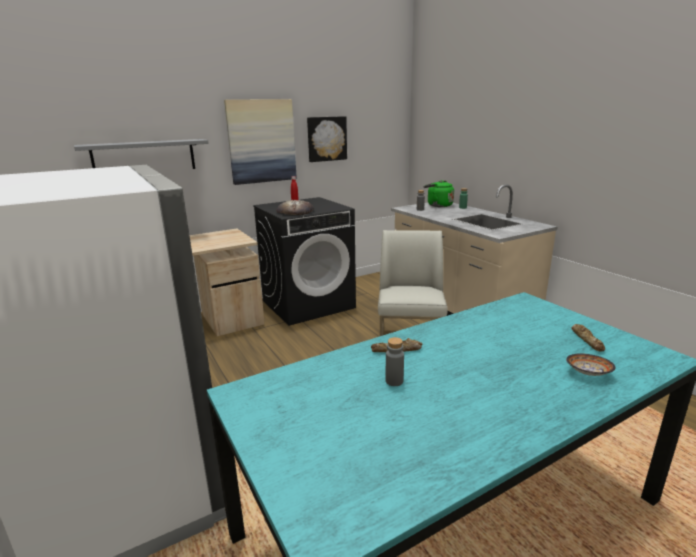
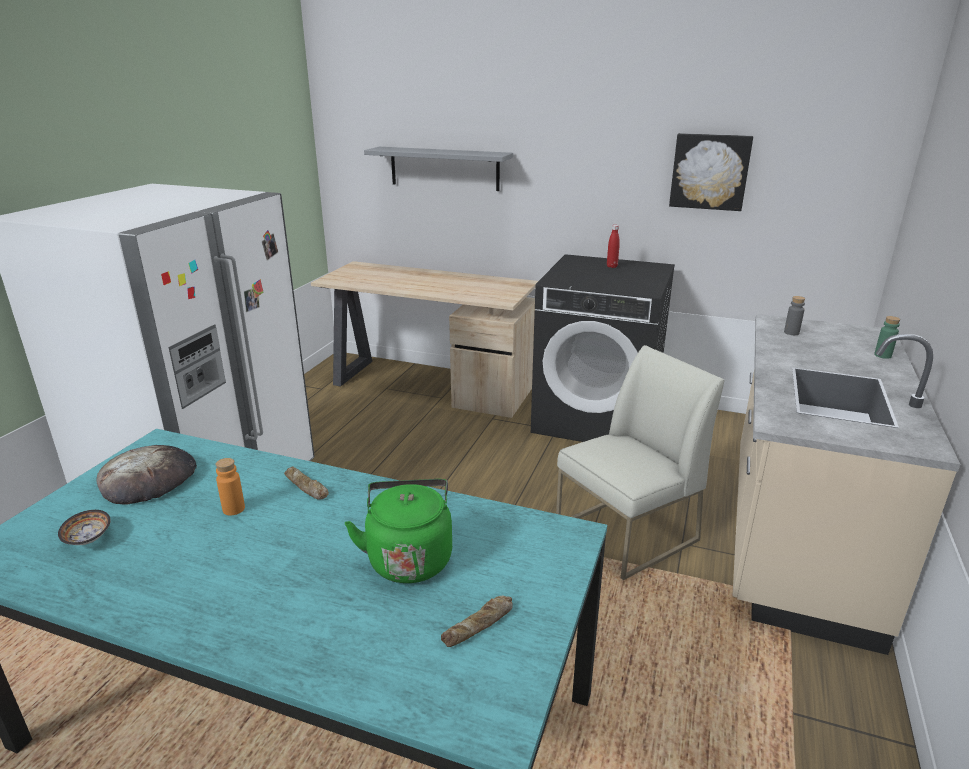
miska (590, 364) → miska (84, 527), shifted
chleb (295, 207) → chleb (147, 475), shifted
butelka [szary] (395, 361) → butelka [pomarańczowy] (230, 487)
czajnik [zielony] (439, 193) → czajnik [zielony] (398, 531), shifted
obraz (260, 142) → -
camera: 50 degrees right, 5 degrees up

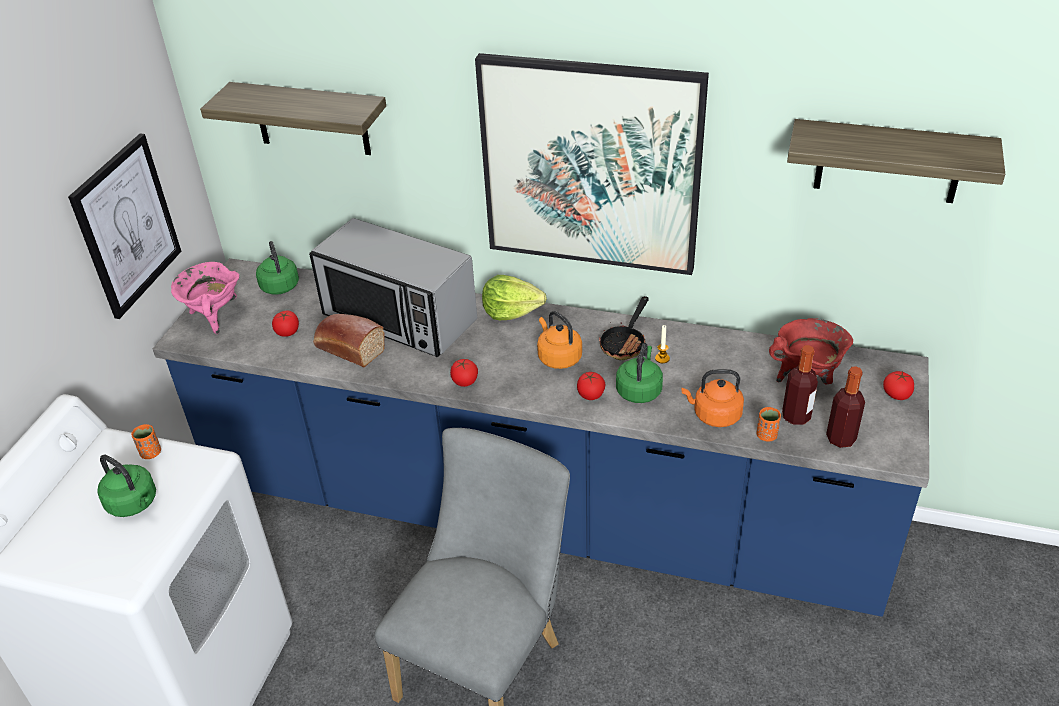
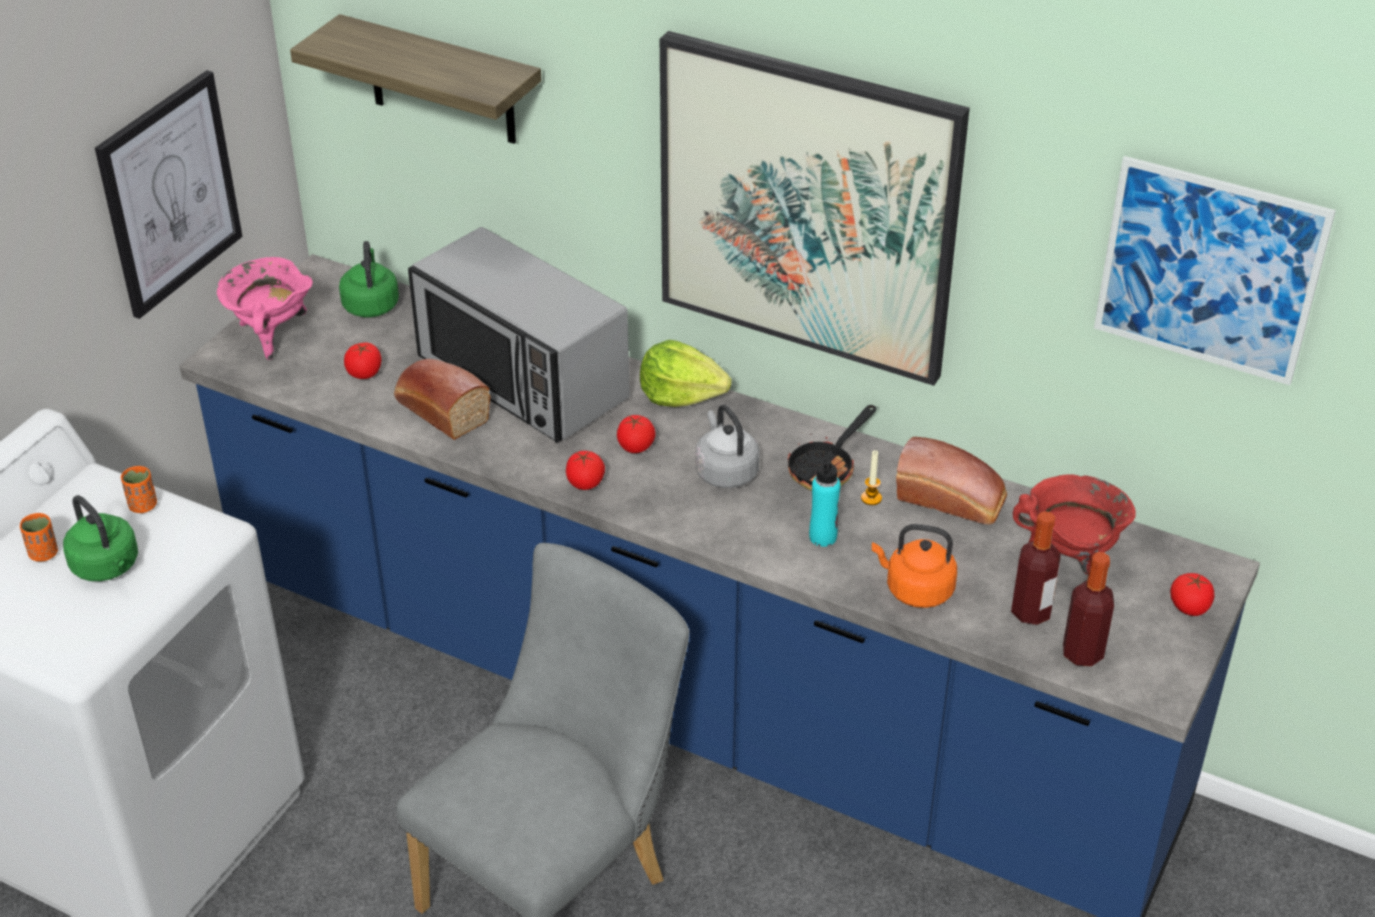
filiżanka [pomarańczowy] (769, 424) → filiżanka [pomarańczowy] (39, 537), shifted
pomidor (591, 386) → pomidor (636, 434), shifted
czajnik [pomarańczowy] (559, 340) → czajnik [szary] (727, 446)
czajnik [zielony] (639, 373) → butelka [turkusowy] (825, 499)
- → chleb (951, 481)
półka (896, 161) → obraz (1215, 270)
camera: 10 degrees right, 0 degrees up

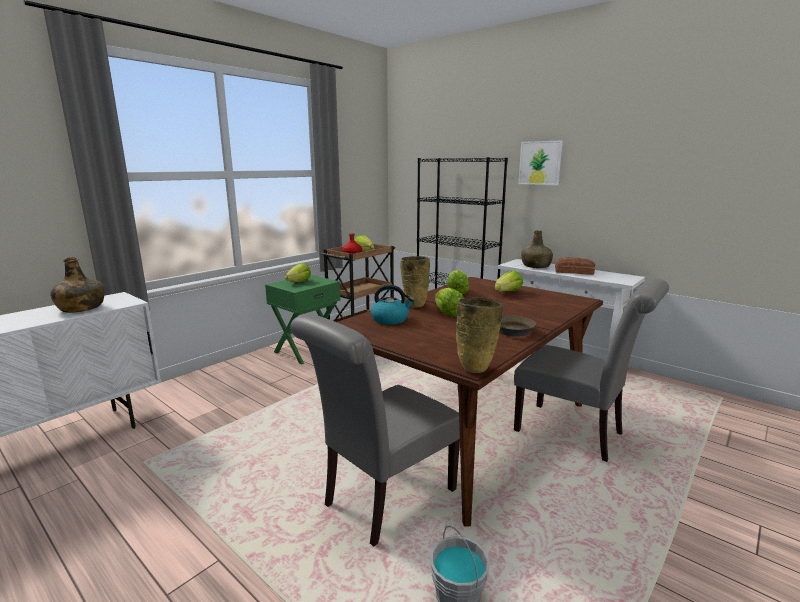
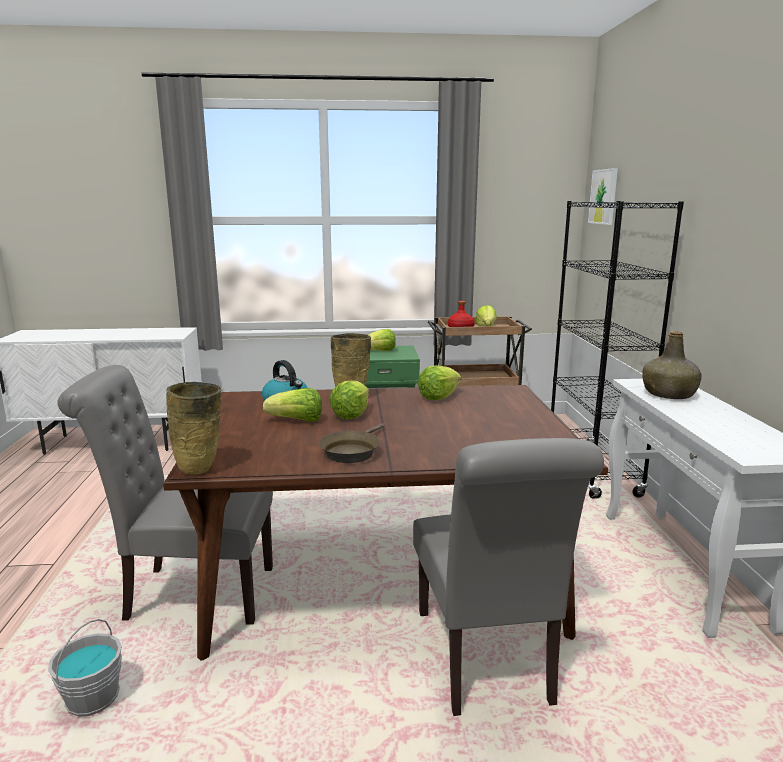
sałata (509, 280) → sałata (292, 405), shifted
obraz (540, 163) → obraz (603, 196), shifted
butelka [zielony] (78, 285) → -
chleb (575, 266) → -
camera: 45 degrees right, 0 degrees up

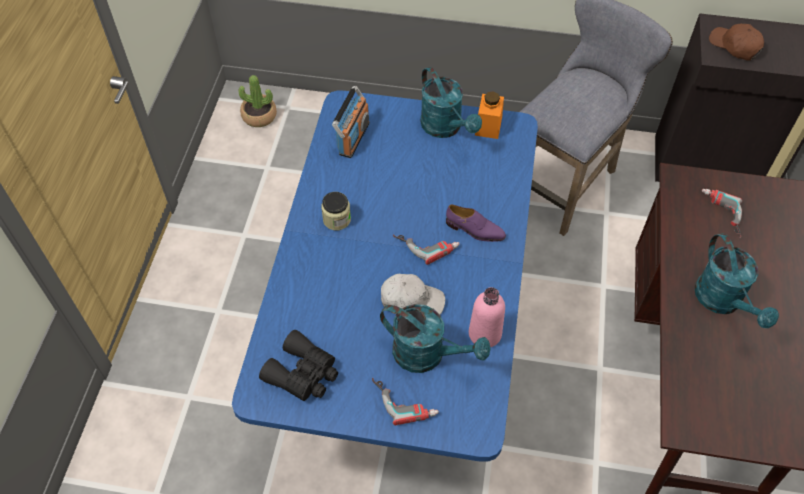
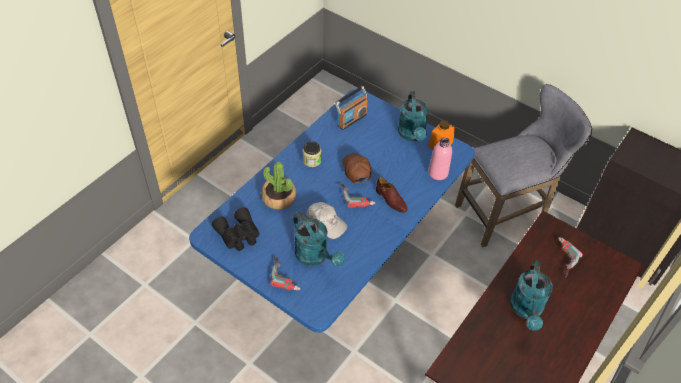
roślina doniczkowa (258, 101) → roślina doniczkowa (278, 186), shifted
czapka z daszkiem [brązowy] (736, 42) → czapka z daszkiem [brązowy] (357, 168), shifted
but [fioletowy] (476, 223) → but [brązowy] (392, 195)
butelka [różowy] (487, 317) → butelka [różowy] (440, 158), shifted
camera: 25 degrees right, 5 degrees down

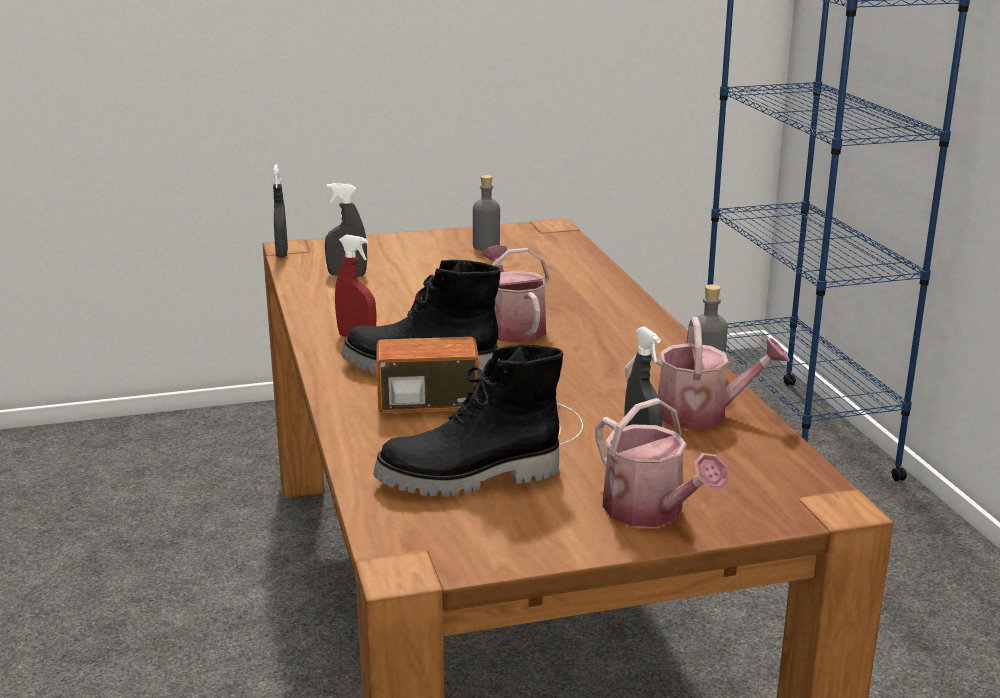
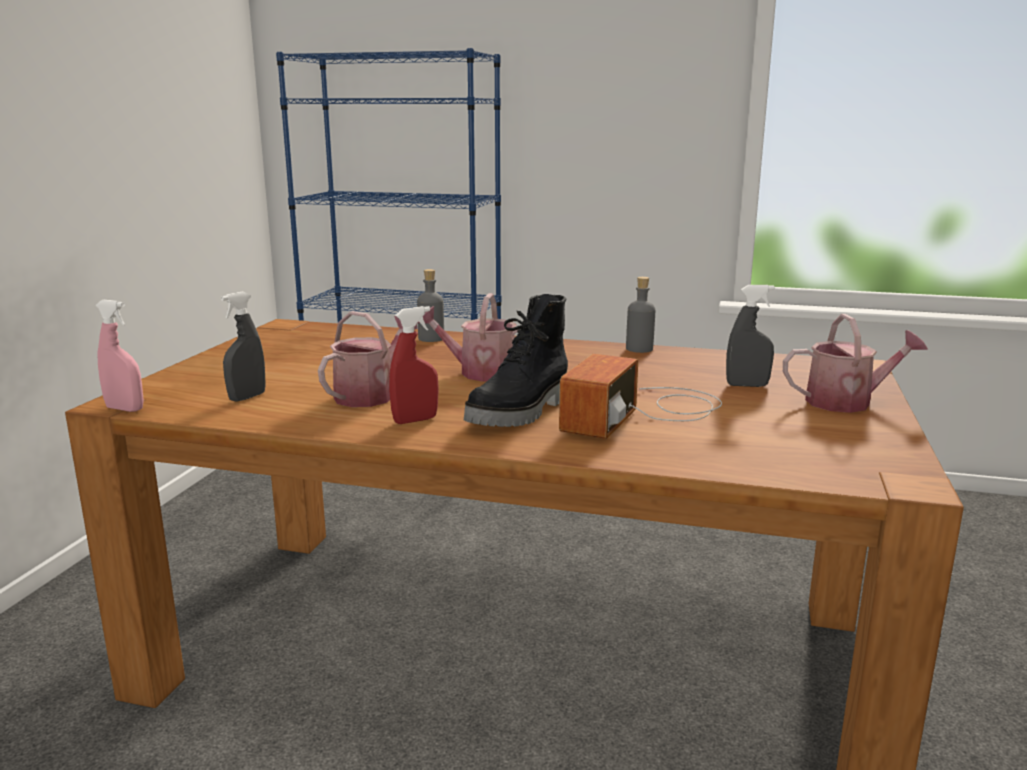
spryskiwacz [szary] (280, 211) → spryskiwacz [różowy] (120, 356)
konewka (707, 373) → konewka (368, 359), shifted
butelka [szary] (486, 213) → butelka [szary] (430, 305), shifted
but z cholewką [czarny] (468, 421) → -
camera: 60 degrees left, 5 degrees down

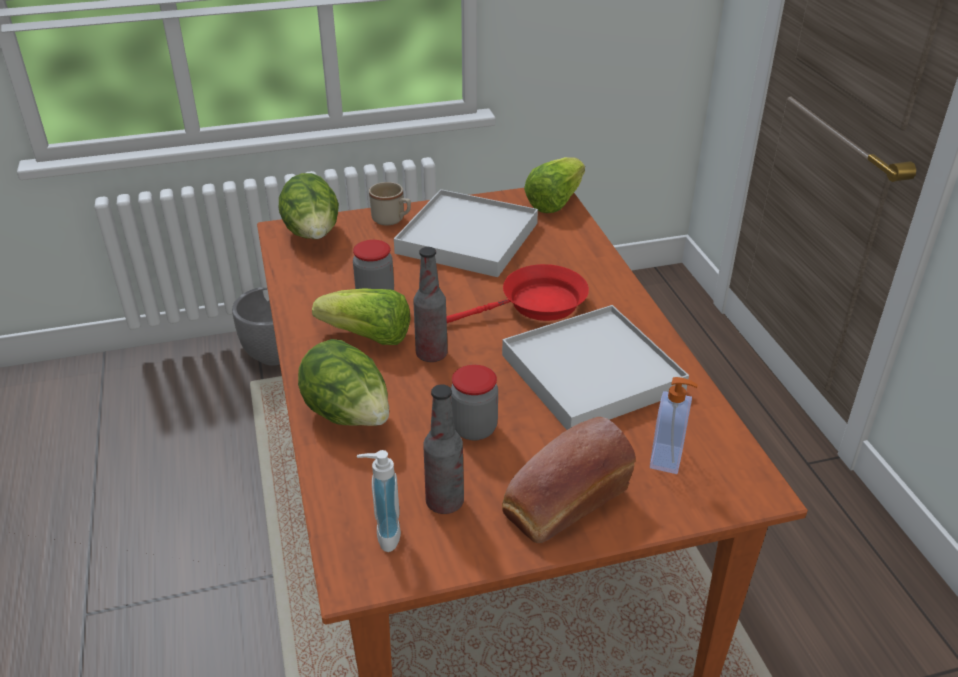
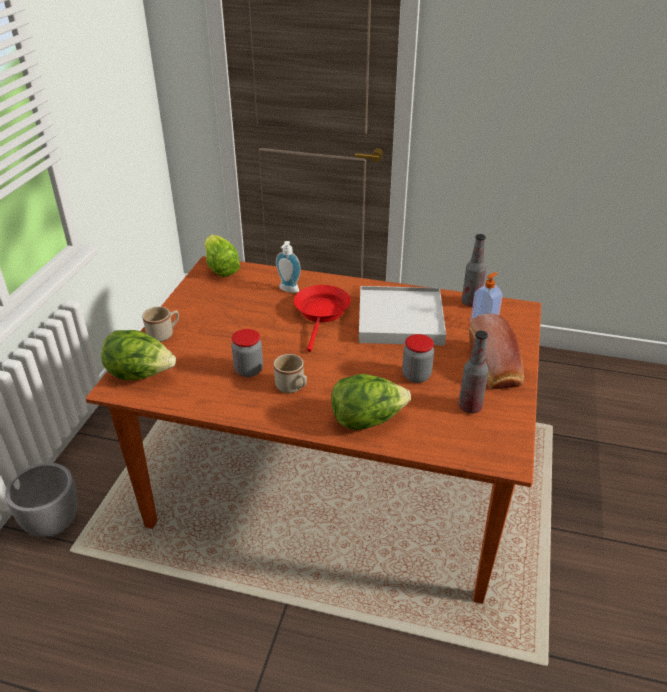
sałata (361, 316) → kubek [beżowy] (290, 373)
dozownik mydła (379, 501) → dozownik mydła (288, 267), shifted
butelka (430, 304) → butelka (474, 270), shifted
taca [biały] (466, 233) → -
camera: 60 degrees left, 0 degrees up

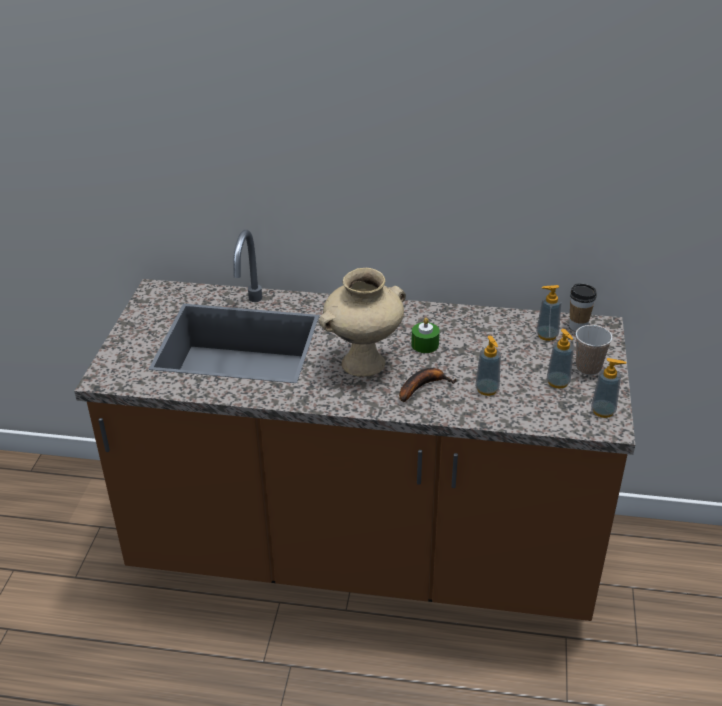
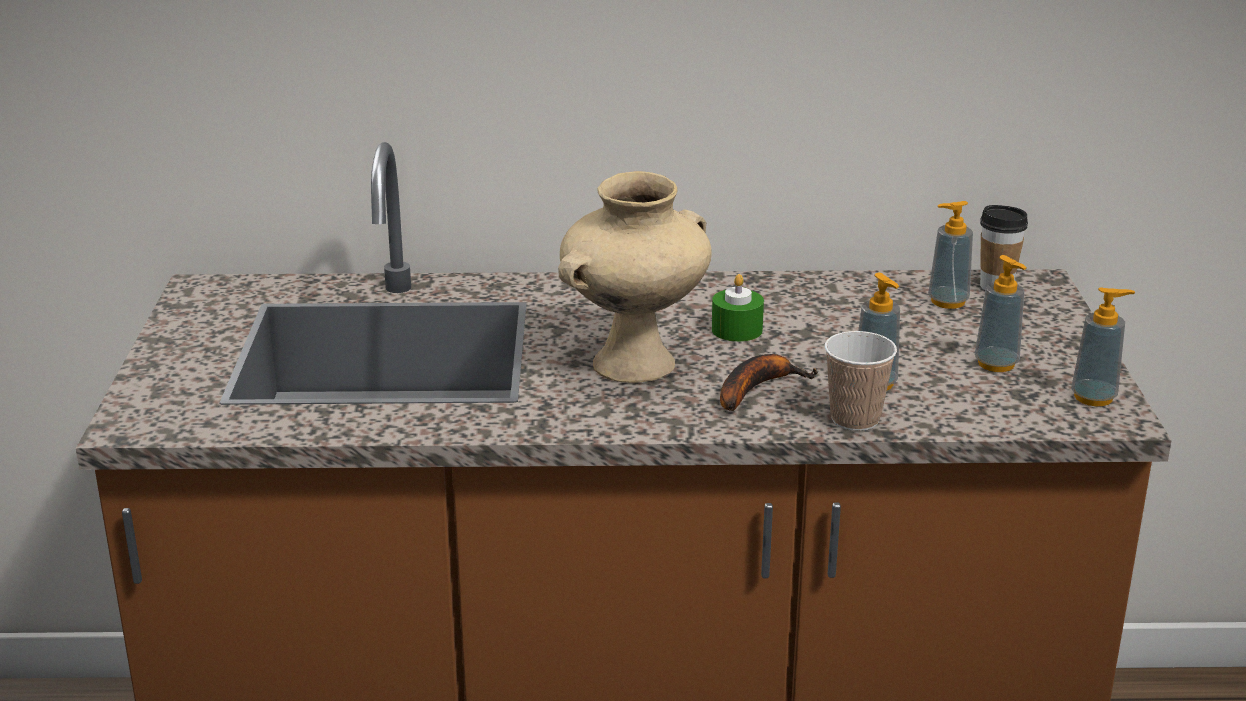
filiżanka (594, 350) → filiżanka (860, 381), shifted
camera: 10 degrees left, 10 degrees down

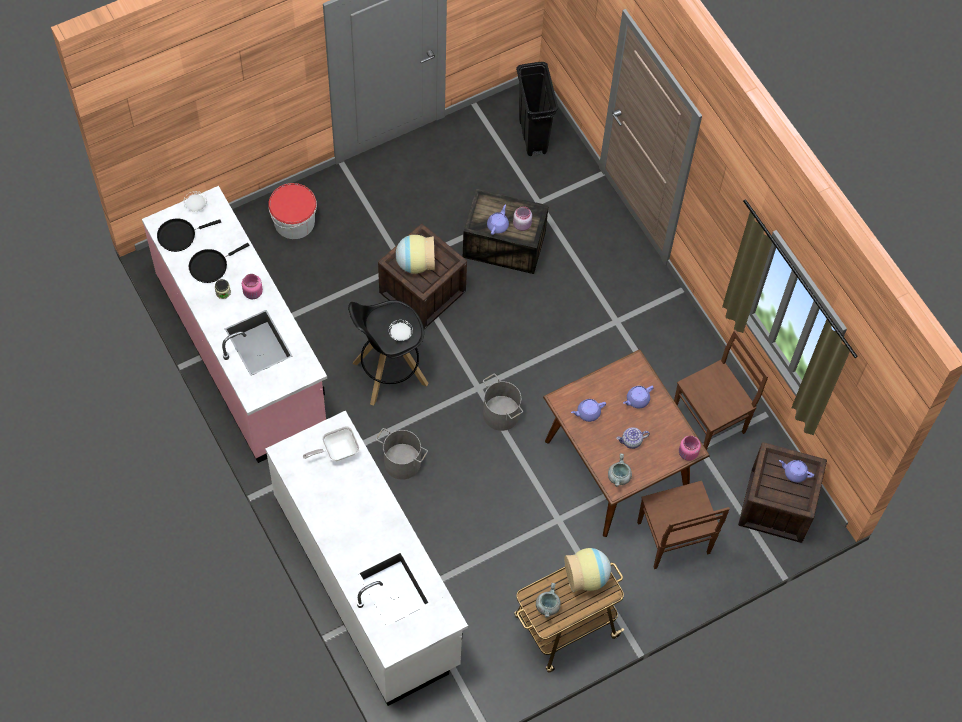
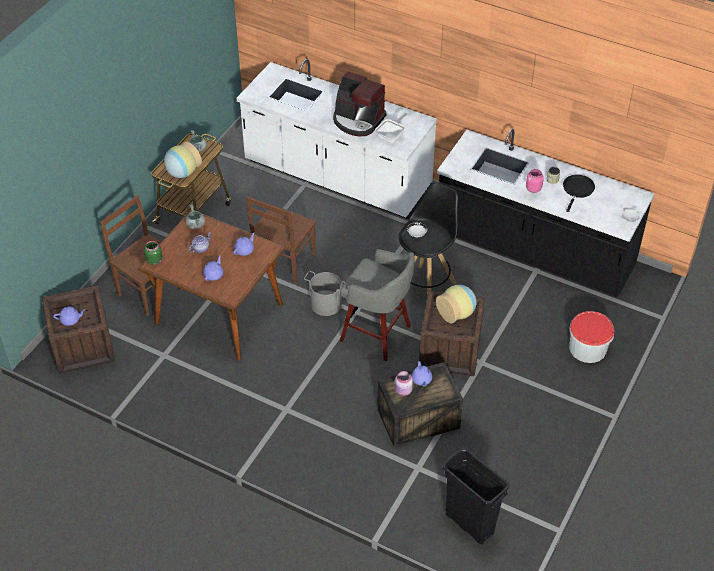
słoik [różowy] (690, 448) → słoik [zielony] (153, 253)
krzesło [brązowy] (721, 390) → krzesło [brązowy] (281, 239), shifted
- → ekspres do kawy (359, 104)
- → stołek [szary] (377, 305)
zabudowa kuchenna [różowy] (234, 324) → zabudowa kuchenna [czarny] (546, 213)
patelnia [czarny] (189, 235) → -
wiadro [szary] (402, 454) → -
camera: 150 degrees right, 15 degrees down

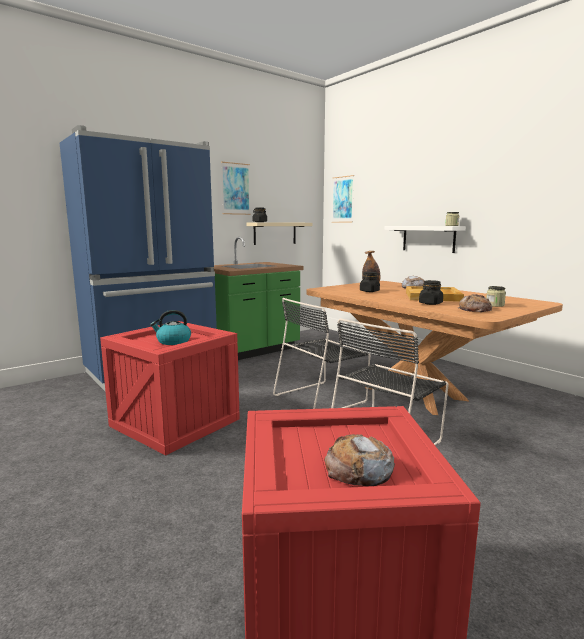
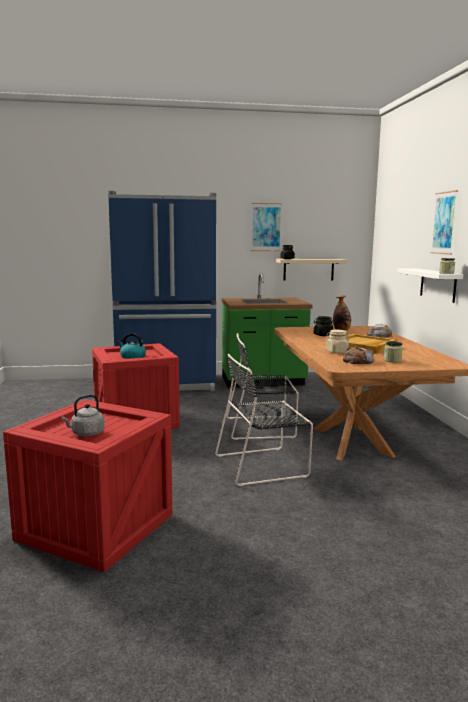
chleb (359, 460) → czajnik [szary] (83, 415)
słoik [czarny] (431, 292) → słoik [beżowy] (337, 341)
obraz (343, 199) → obraz (444, 222), shifted
camera: 30 degrees right, 0 degrees up

